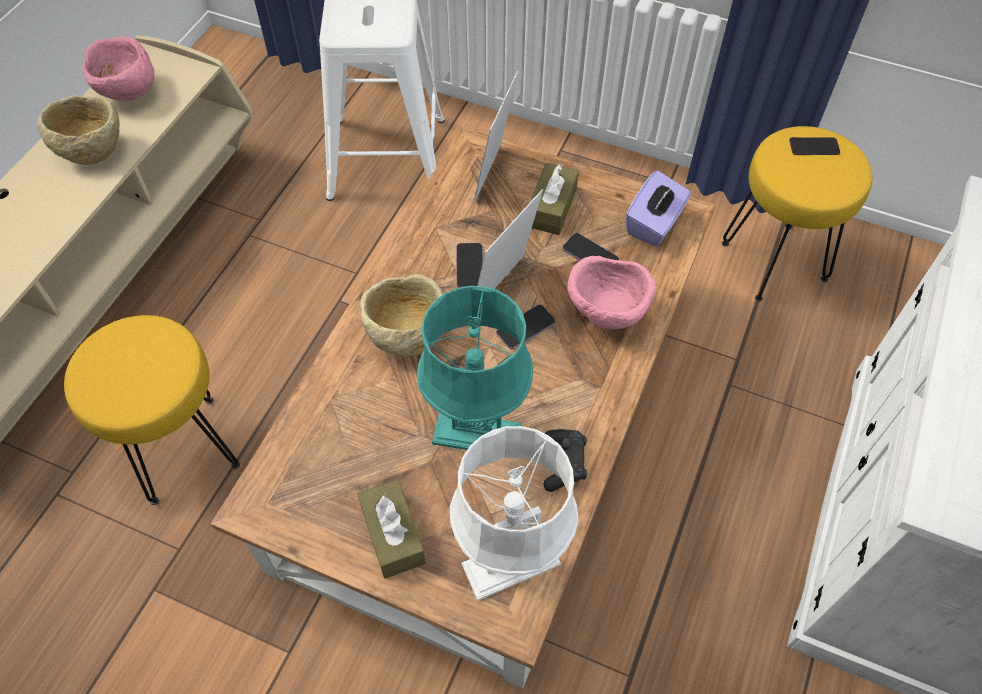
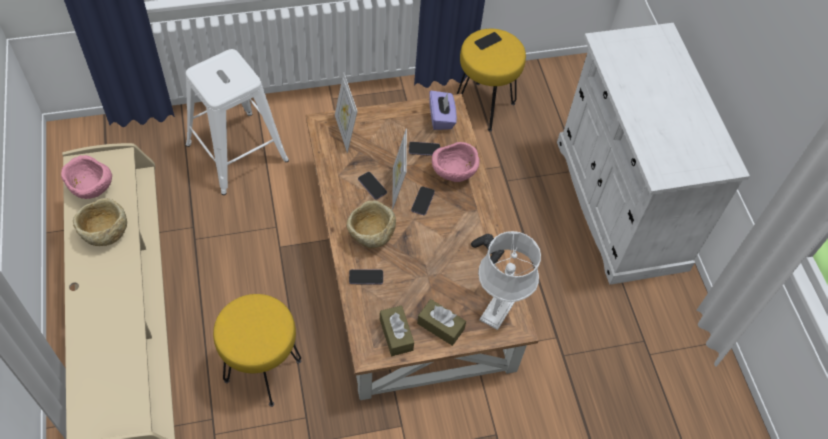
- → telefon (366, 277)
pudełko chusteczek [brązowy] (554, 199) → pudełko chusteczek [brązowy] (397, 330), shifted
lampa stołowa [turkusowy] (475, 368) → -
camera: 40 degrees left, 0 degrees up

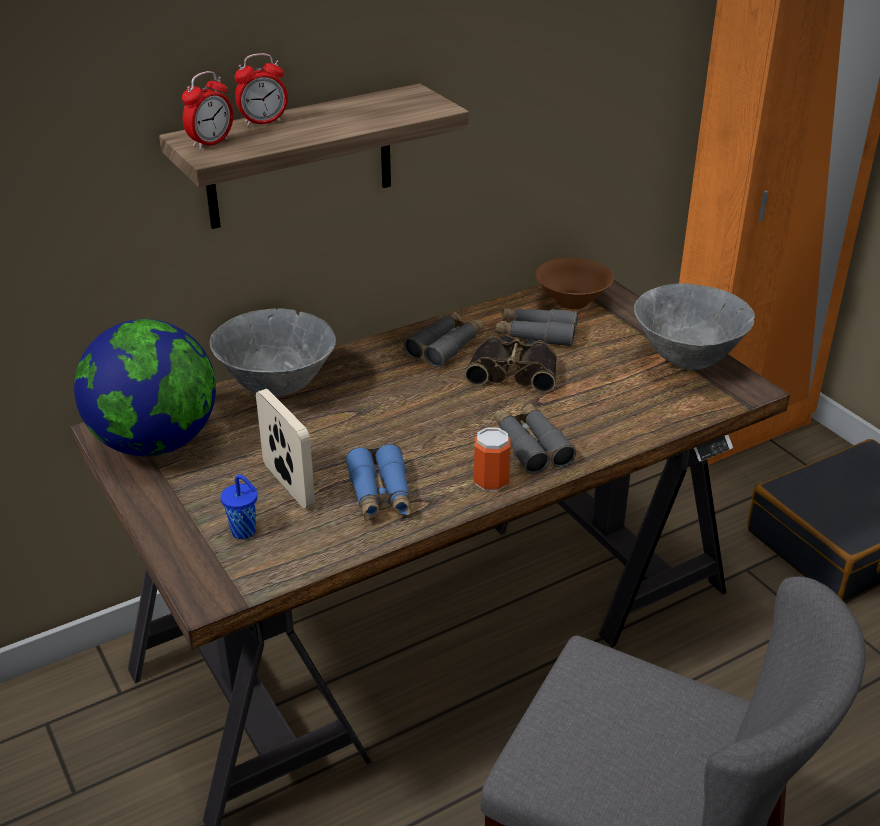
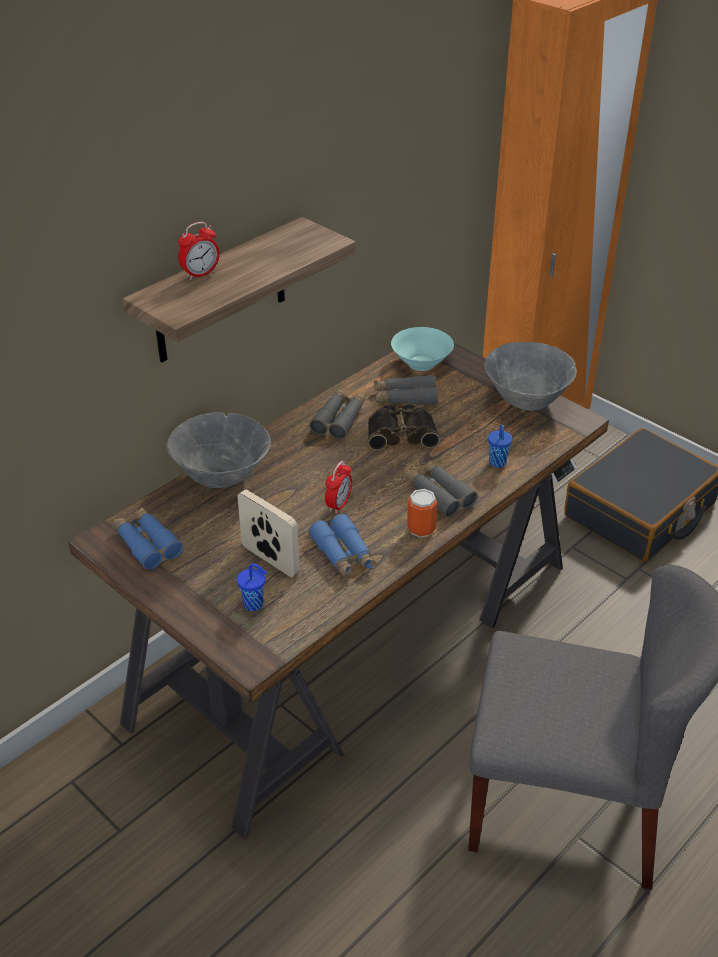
globus (145, 387) → lornetka [niebieski] (148, 538)
budzik (207, 110) → budzik (338, 487), shifted
miska [brązowy] (574, 283) → miska [turkusowy] (422, 349)
- → filiżanka [niebieski] (500, 446)
camera: 15 degrees left, 5 degrees up

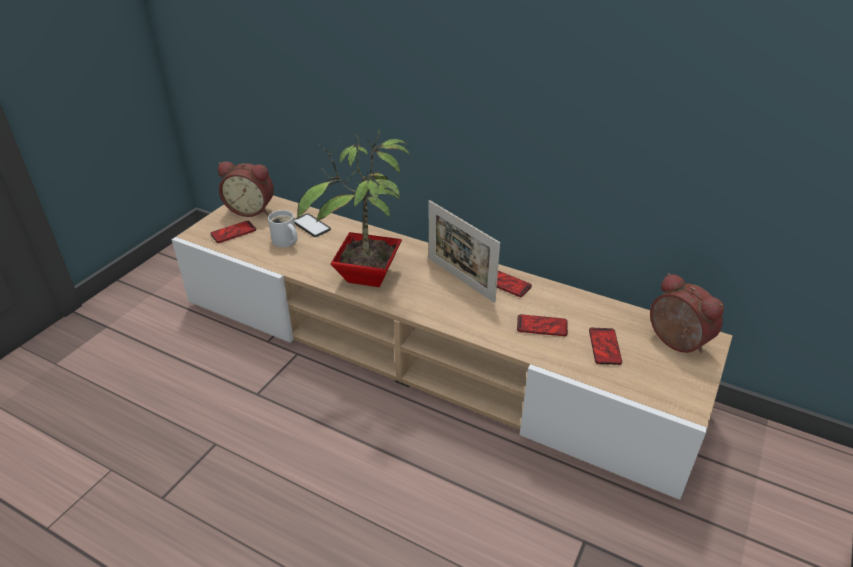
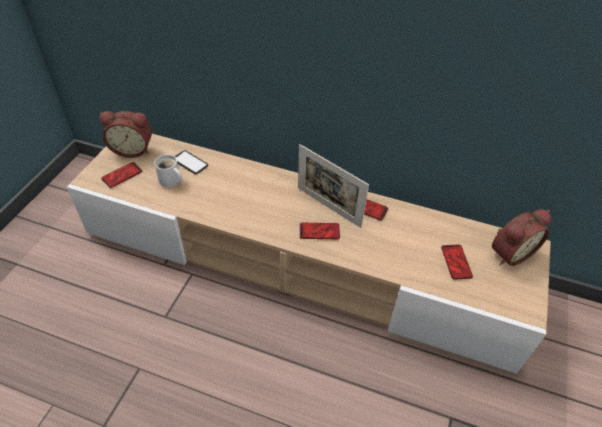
telefon (542, 325) → telefon (320, 231), shifted
budzik (687, 313) → budzik (521, 237), 105 degrees clockwise
roślina doniczkowa (353, 208) → -
camera: 10 degrees left, 10 degrees up

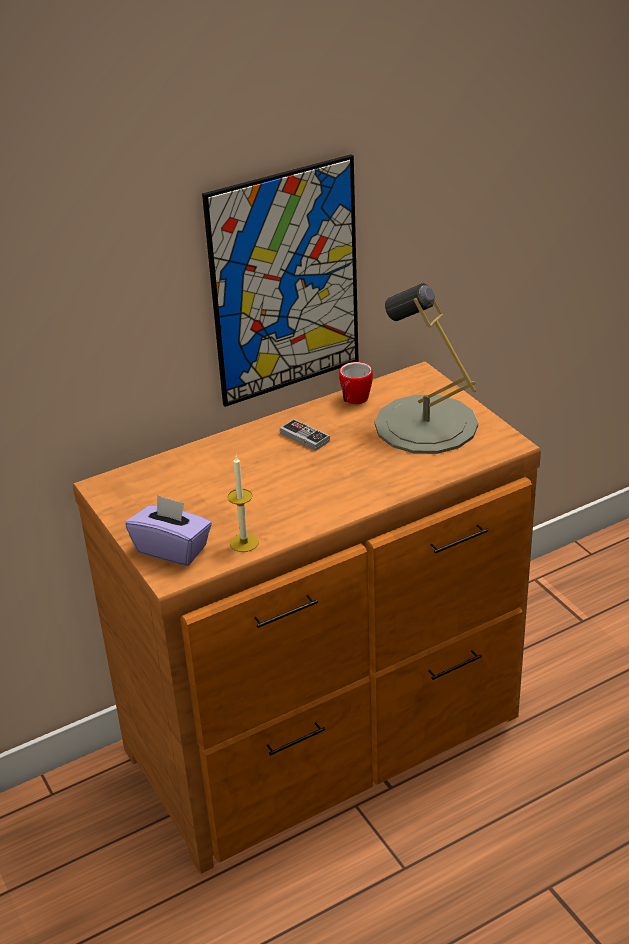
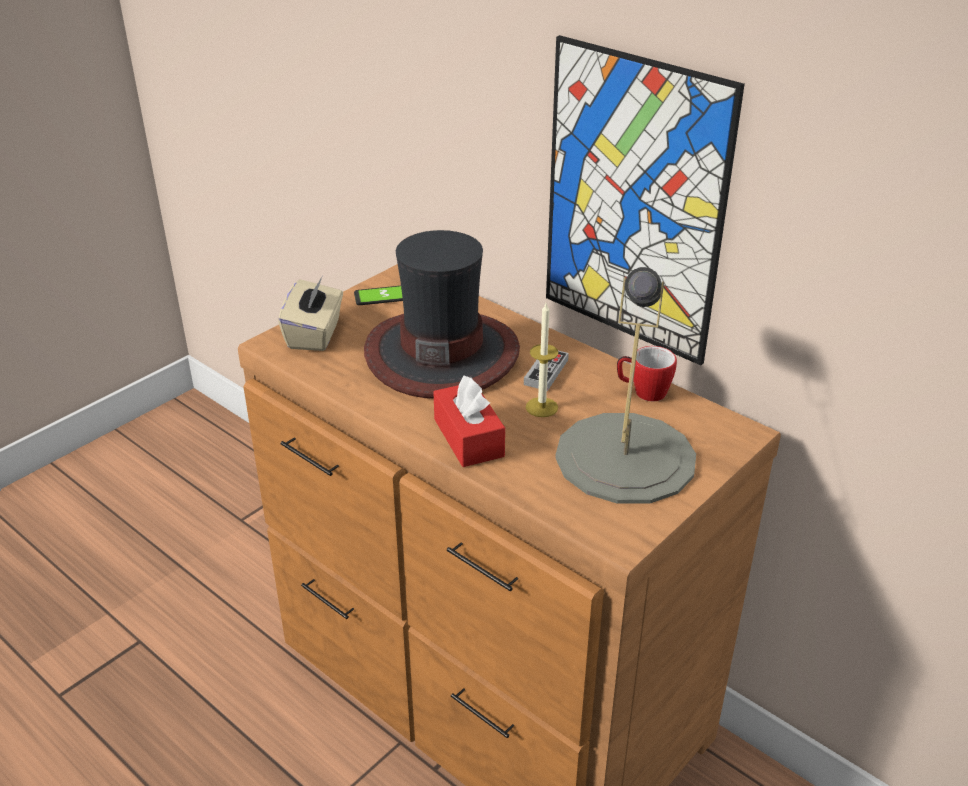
pudełko chusteczek [fioletowy] (168, 530) → pudełko chusteczek [beżowy] (310, 313)
- → telefon (378, 295)
- → kapelusz (442, 314)
- → pudełko chusteczek [czerwony] (469, 421)
świeca (243, 504) → świeca (542, 360), shifted
camera: 70 degrees right, 0 degrees up

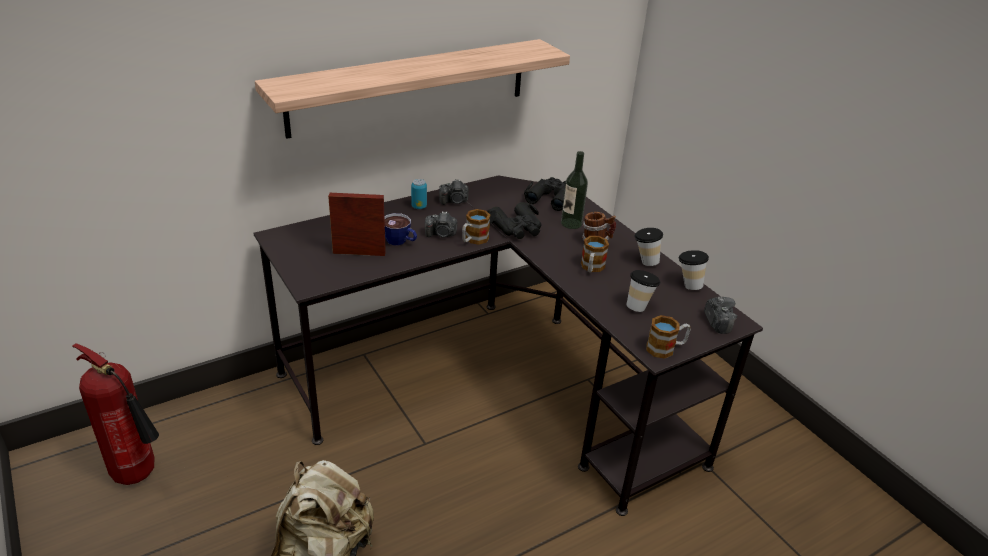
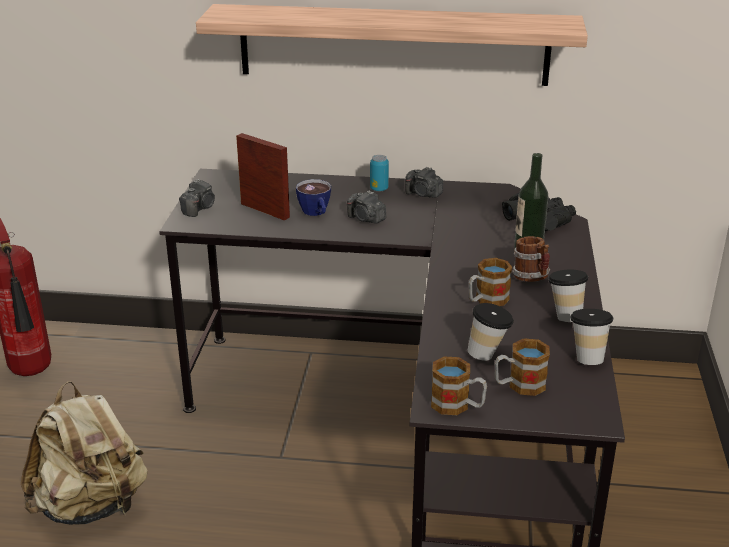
aparat fotograficzny (720, 315) → aparat fotograficzny (197, 198), shifted
kubek (476, 227) → kubek (522, 367), shifted
lornetka [czarny] (514, 220) → -
camera: 40 degrees right, 5 degrees down

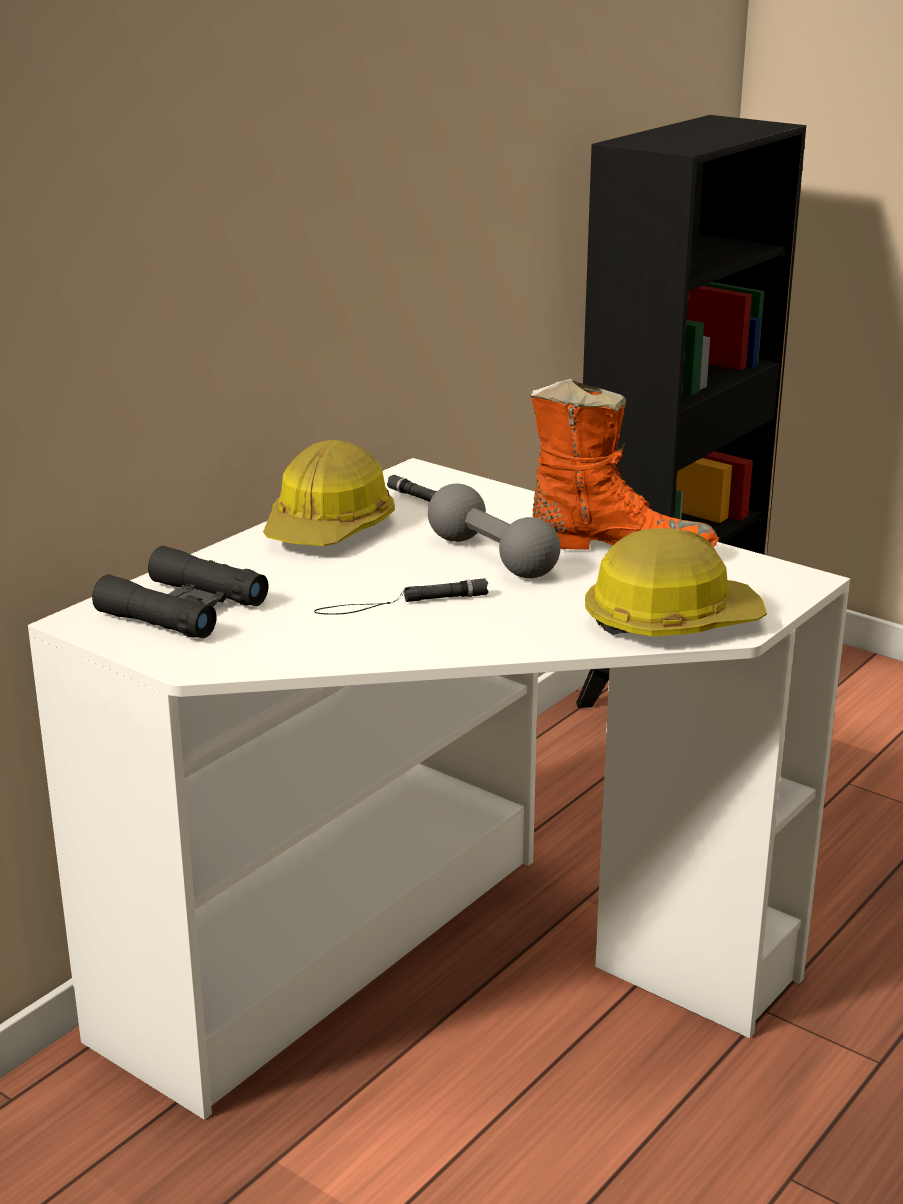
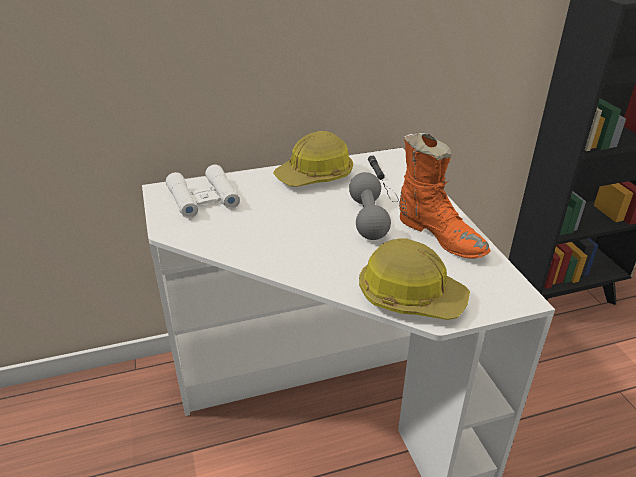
lornetka [czarny] (180, 592) → lornetka [biały] (203, 191)
latarka [czarny] (401, 596) → -
camera: 35 degrees right, 10 degrees up

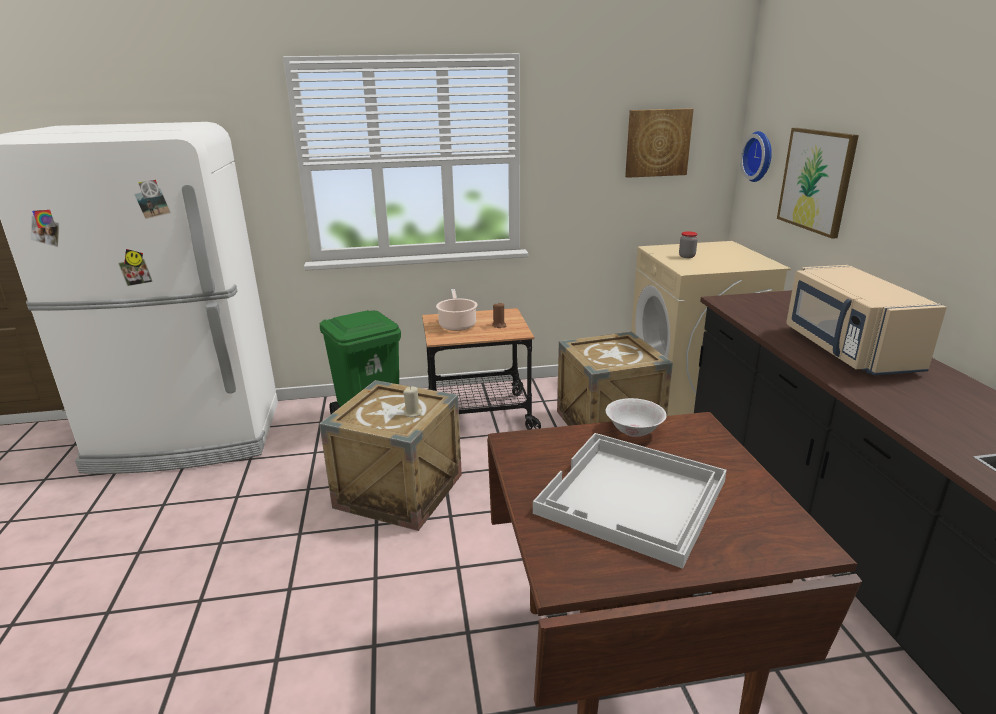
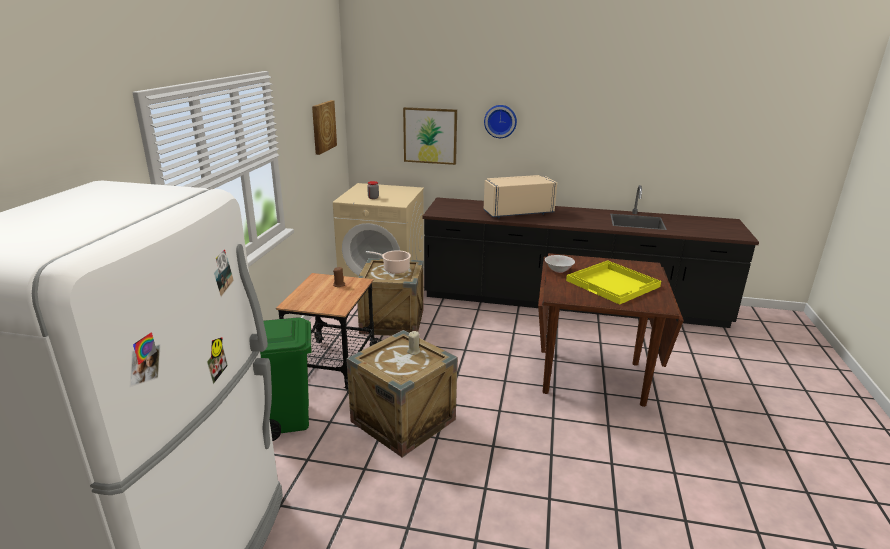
garnek (457, 310) → garnek (388, 262), shifted
mikrofalówka [beżowy] (866, 320) → mikrofalówka [beżowy] (520, 197), 150 degrees clockwise
zegar ścienny (756, 156) → zegar ścienny (500, 121), shifted
taca [biały] (630, 501) → taca [żółty] (613, 282)
camera: 70 degrees left, 0 degrees up

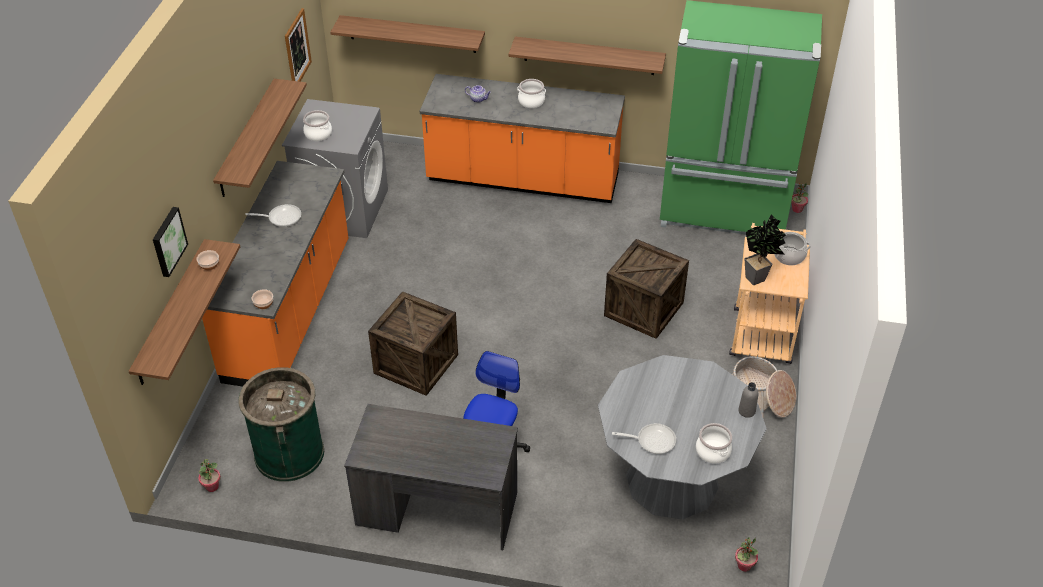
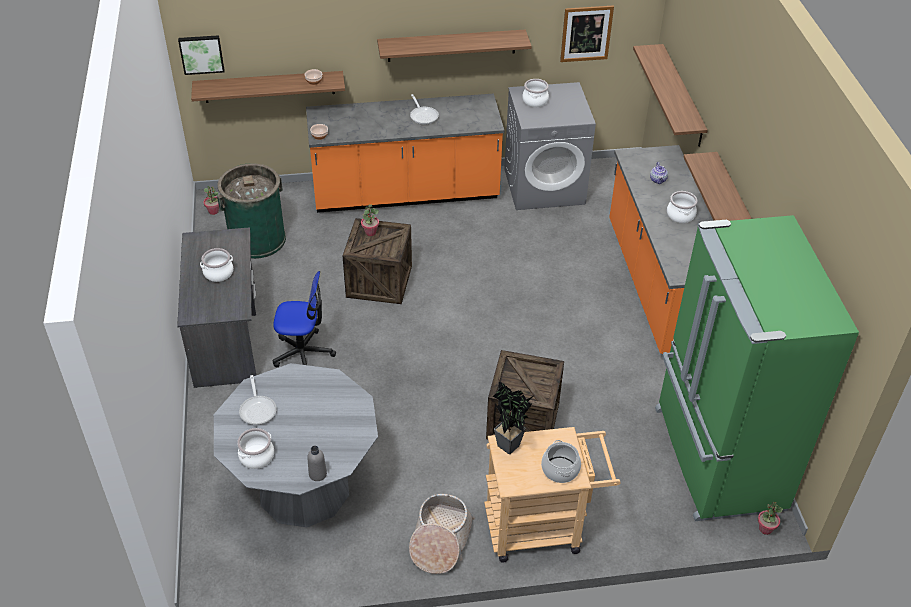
obraz (170, 242) → obraz (201, 55), shifted
- → garnek (216, 265)
roślina doniczkowa (746, 554) → roślina doniczkowa (370, 220), shifted
camera: 70 degrees right, 0 degrees up

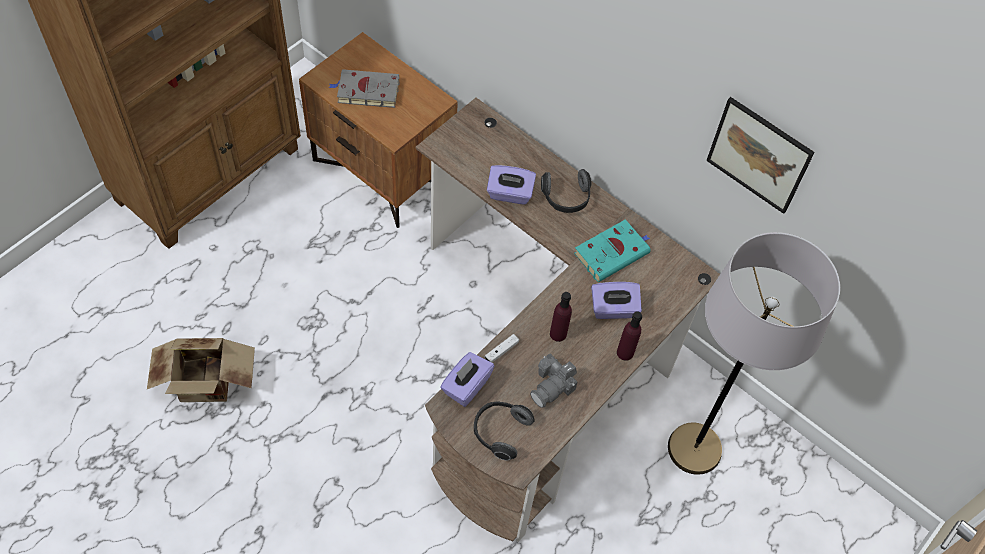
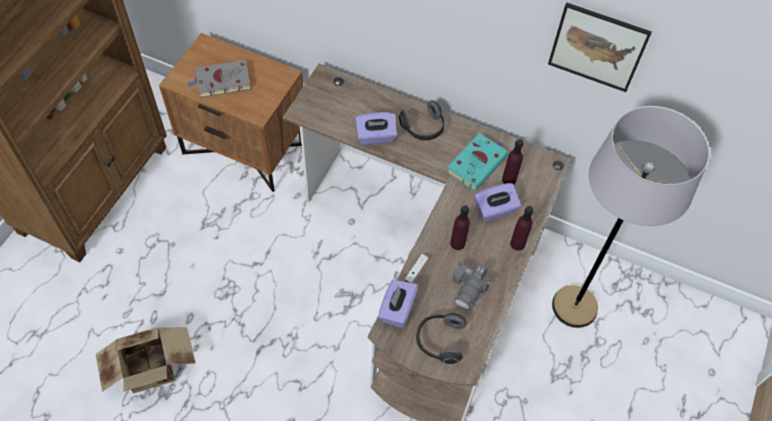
- → butelka [fioletowy] (513, 162)
camera: 15 degrees left, 0 degrees up

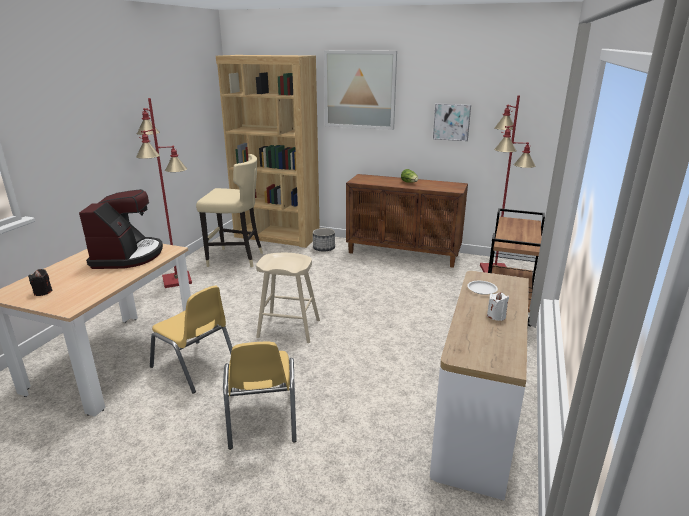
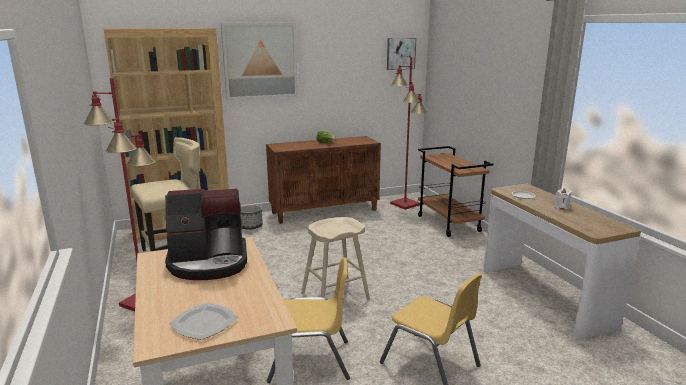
ekspres do kawy (121, 229) → ekspres do kawy (206, 234), 120 degrees clockwise
świeca [czarny] (40, 282) → talerz (203, 321)
obraz (452, 122) → obraz (401, 54), shifted
camera: 40 degrees left, 5 degrees down

